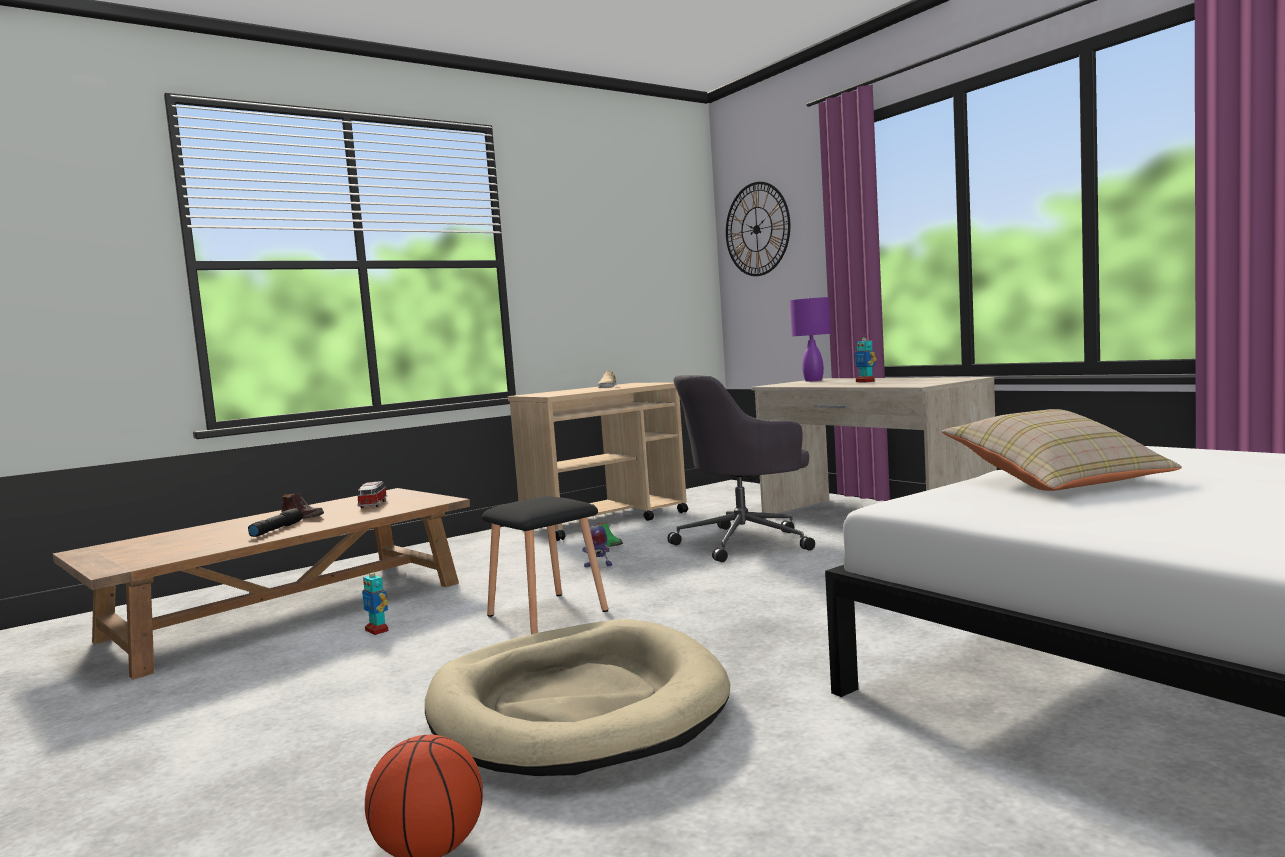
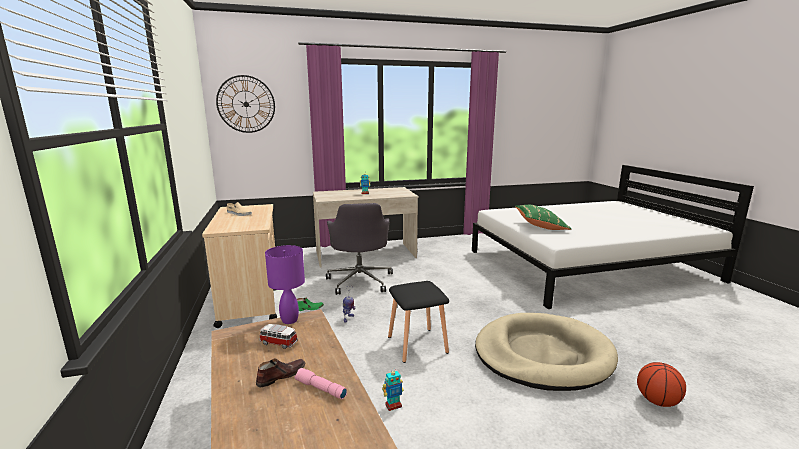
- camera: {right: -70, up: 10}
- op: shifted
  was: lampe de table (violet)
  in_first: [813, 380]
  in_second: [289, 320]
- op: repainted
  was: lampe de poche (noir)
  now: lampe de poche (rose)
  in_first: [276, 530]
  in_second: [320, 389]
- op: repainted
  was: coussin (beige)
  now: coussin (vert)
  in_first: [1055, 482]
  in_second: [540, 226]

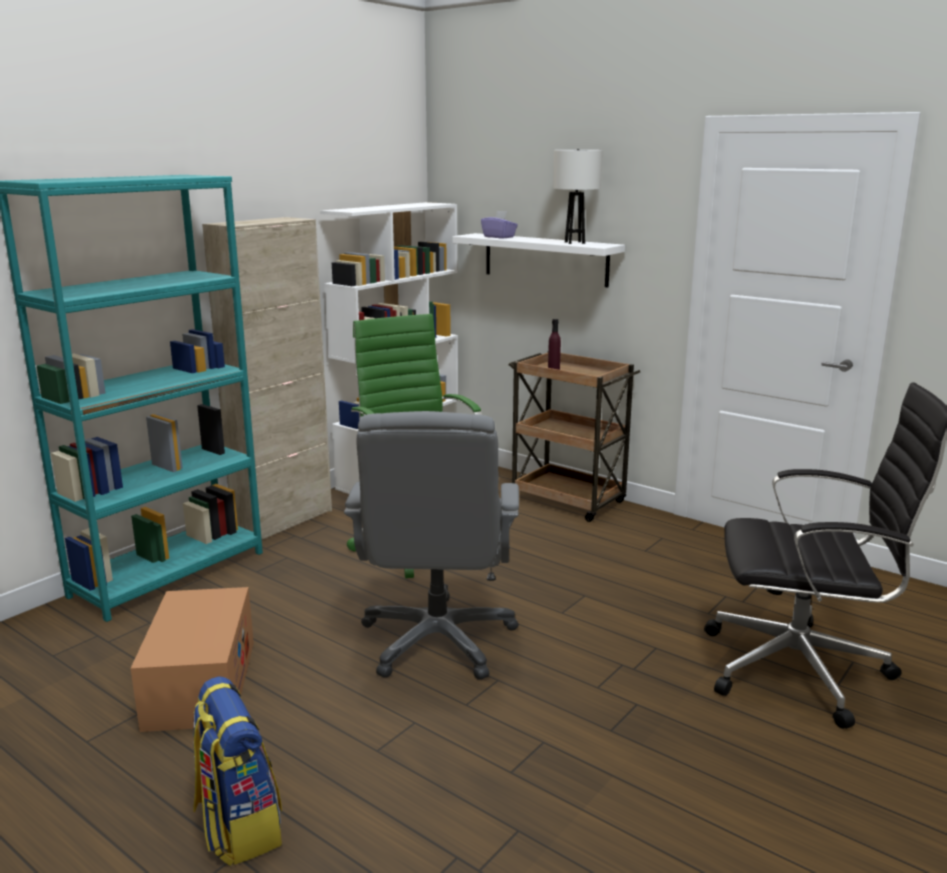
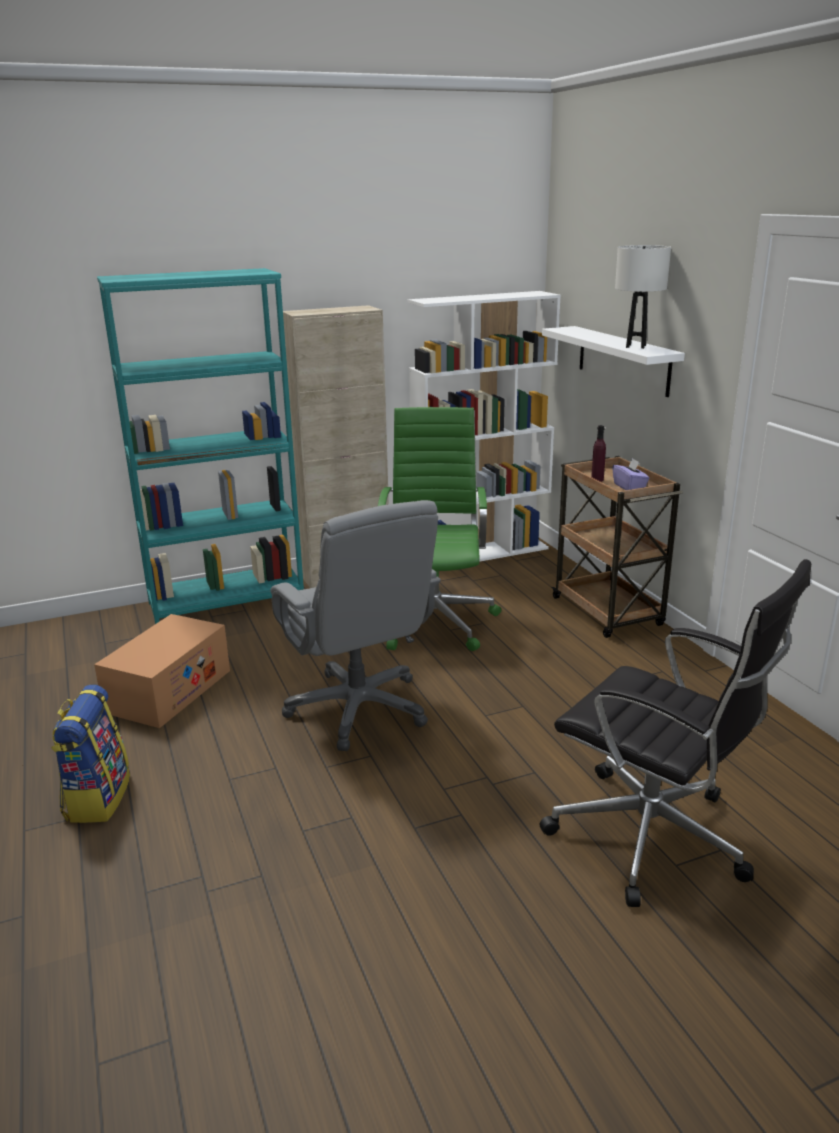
- camera: {right: 30, up: 5}
- op: shifted
  was: boîte à mouchoirs (violet)
  in_first: [499, 237]
  in_second: [629, 487]
- op: rotated
  was: chaise de bureau (gris)
  in_first: [438, 640]
  in_second: [359, 709]
  clockwise: -60

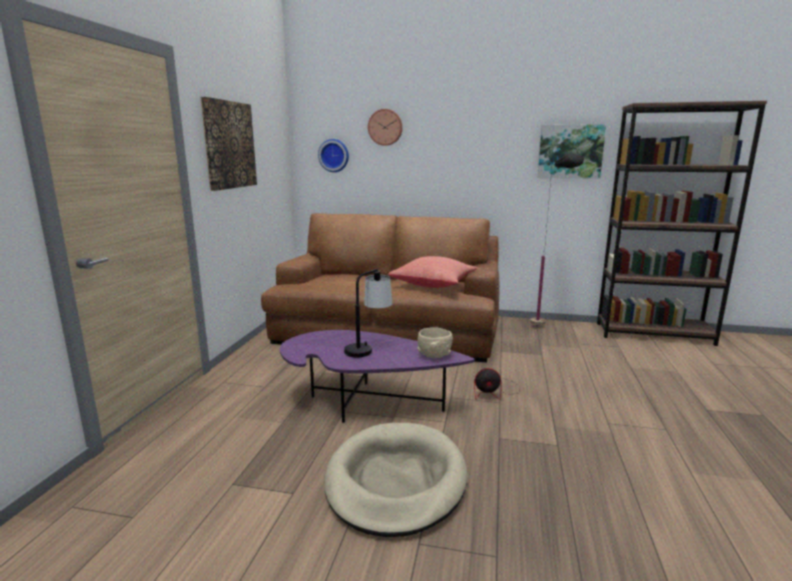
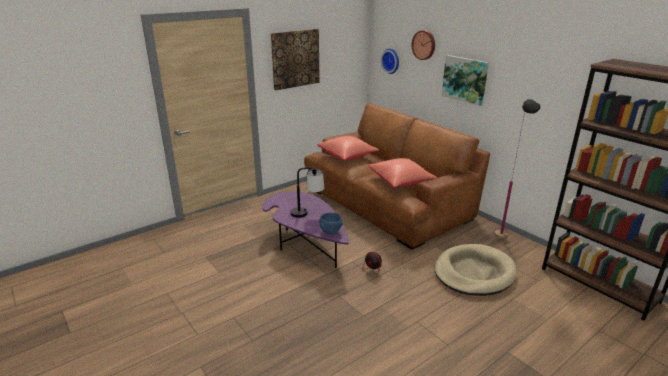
- camera: {right: 40, up: 10}
- op: new
  now: coussin (rouge)
  in_second: [347, 156]
- op: shifted
  was: panier pour chien (beige)
  in_first: [396, 481]
  in_second: [474, 273]
- op: shifted
  was: tableau
  in_first: [570, 151]
  in_second: [465, 79]
- op: repainted
  was: bol (beige)
  now: bol (bleu)
  in_first: [434, 356]
  in_second: [330, 231]

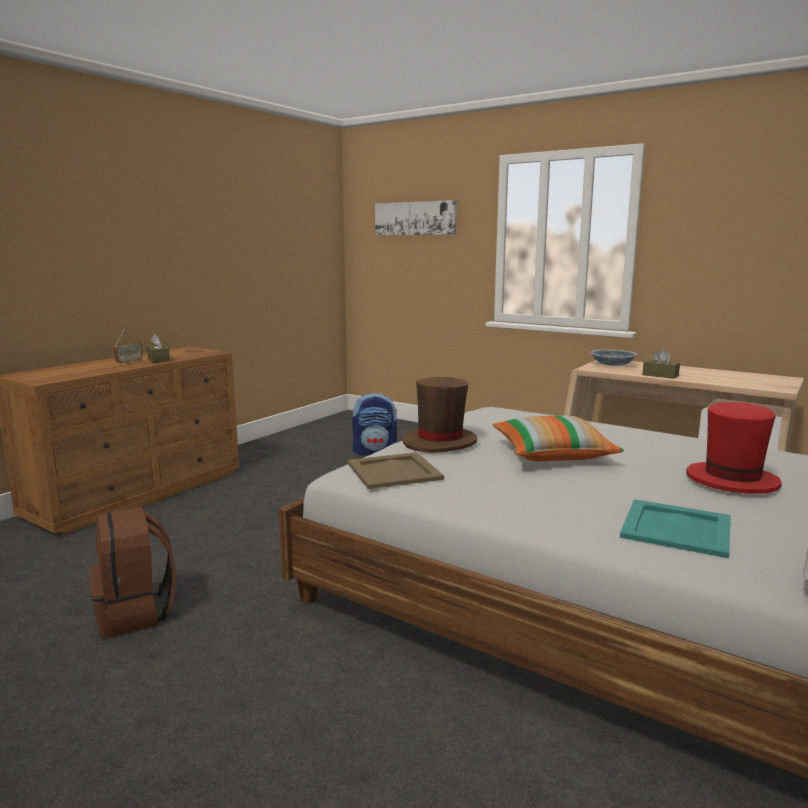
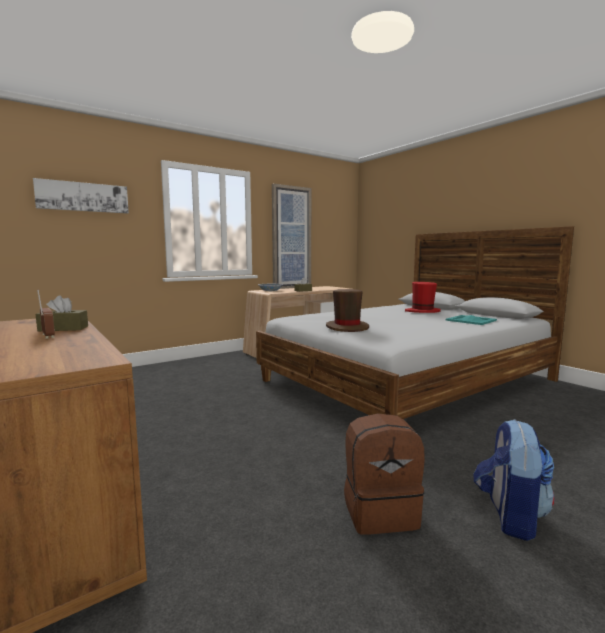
- camera: {right: -70, up: -5}
- op: gone
  was: plateau (beige)
  in_first: [393, 471]
- op: gone
  was: coussin
  in_first: [553, 455]
- op: new
  now: tableau
  in_second: [291, 238]
- op: shifted
  was: sac à dos
  in_first: [375, 451]
  in_second: [510, 516]

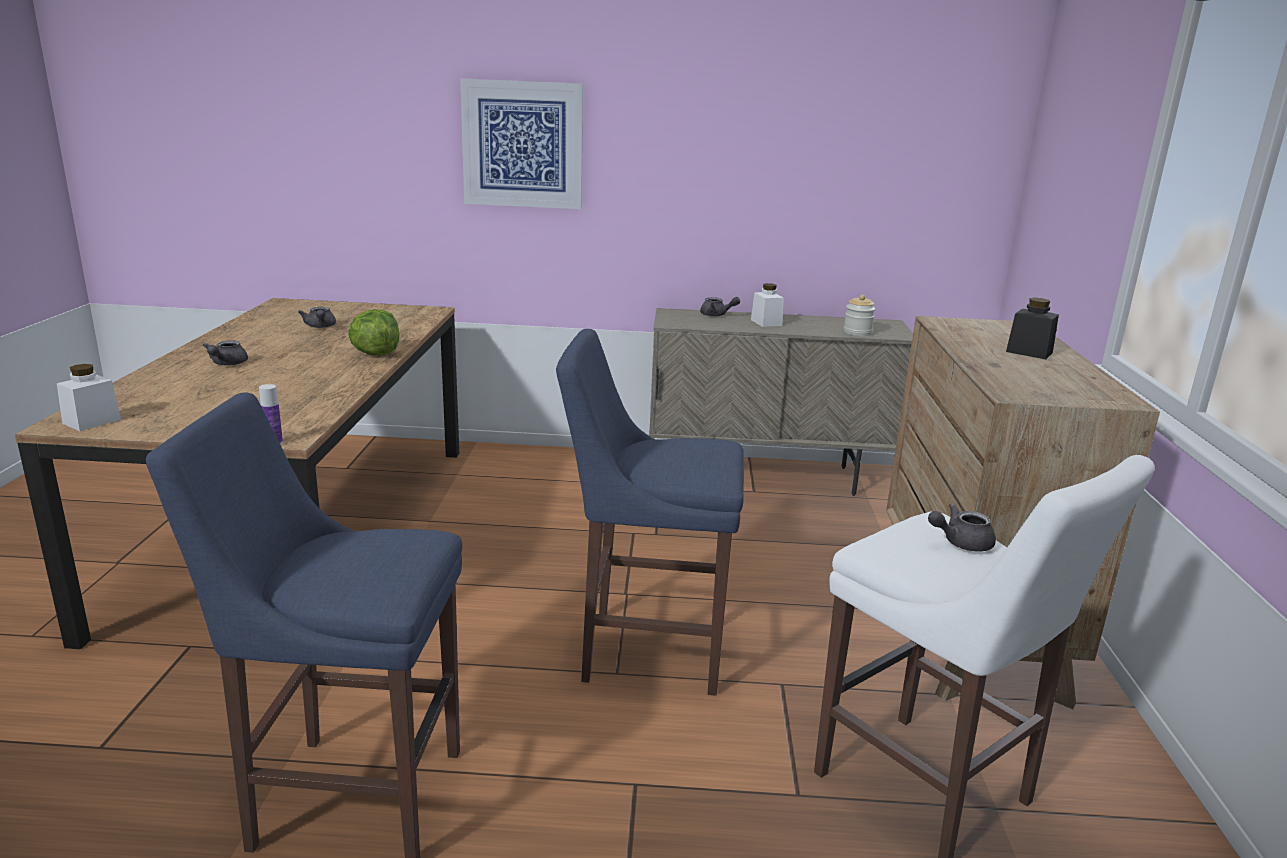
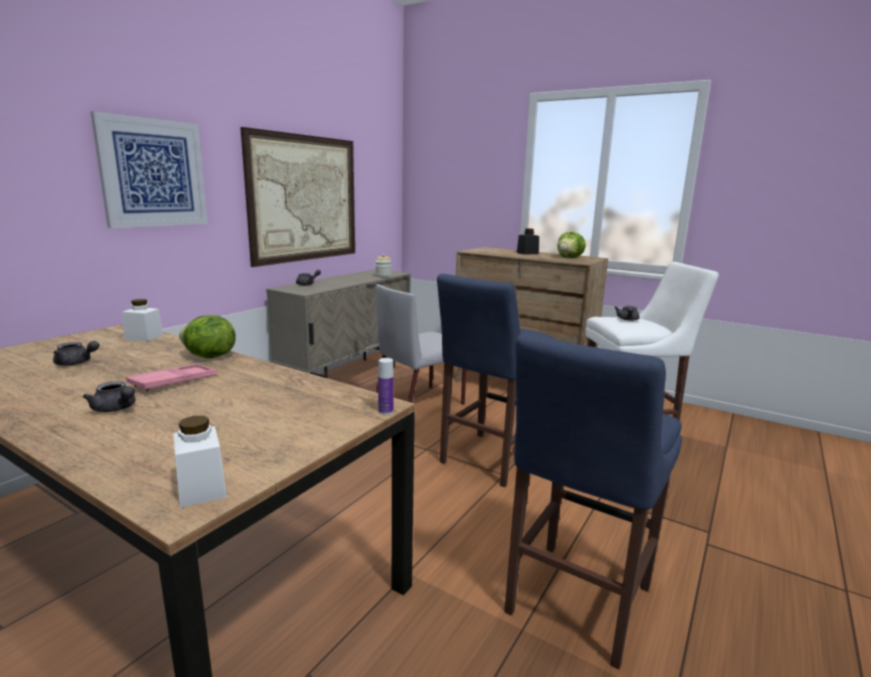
- camera: {right: -60, up: -5}
- op: new
  now: plateau (rose)
  in_second: [174, 382]
- op: new
  now: tableau
  in_second: [304, 199]
- op: new
  now: chaise (gris)
  in_second: [420, 403]
- op: new
  now: laitue
  in_second: [570, 258]
- op: shifted
  was: bocal (blanc)
  in_first: [766, 322]
  in_second: [144, 337]

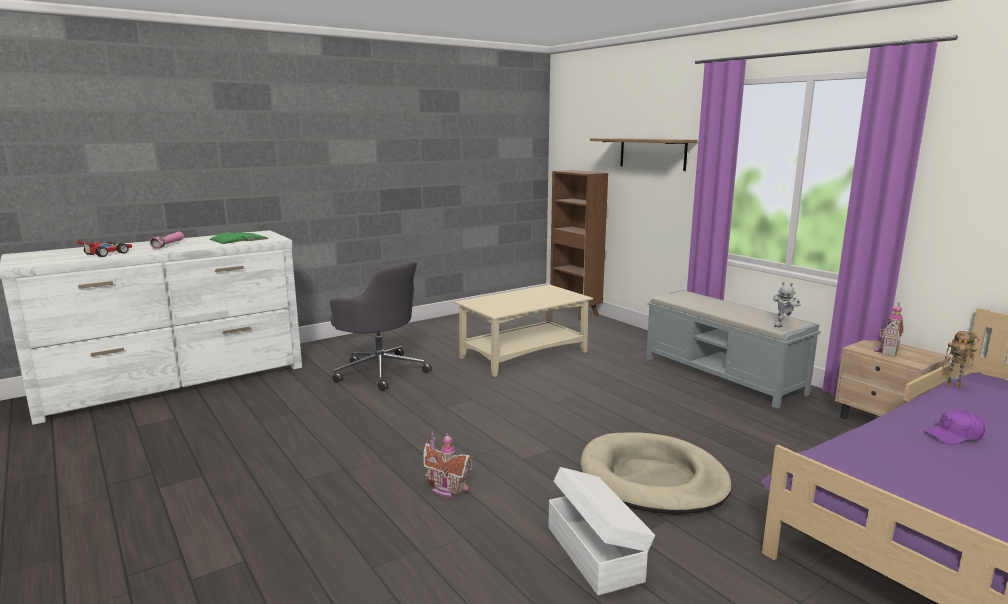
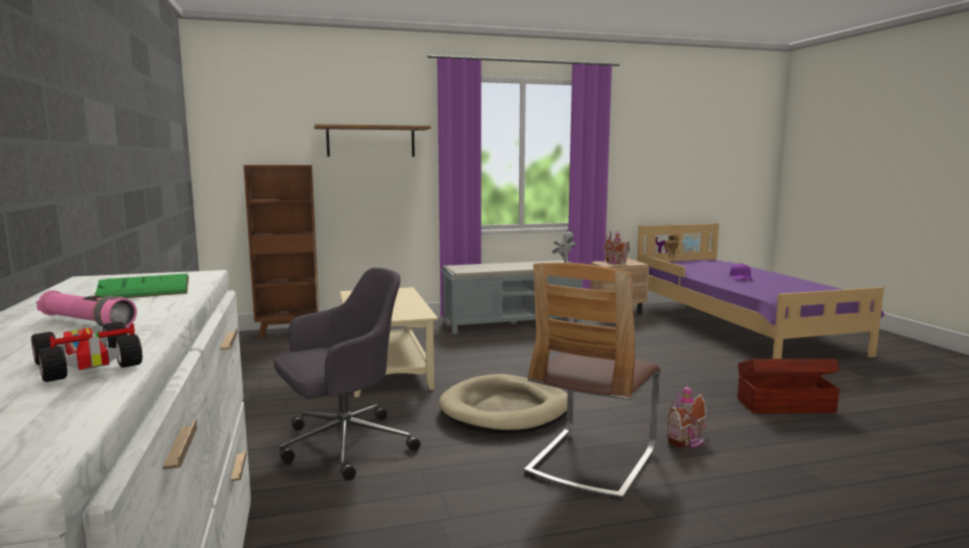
- camera: {right: -70, up: -5}
- op: new
  now: chaise
  in_second: [591, 461]
- op: shifted
  was: panier pour chien (beige)
  in_first: [652, 479]
  in_second: [505, 410]
- op: repainted
  was: boîte de rangement (blanc)
  now: boîte de rangement (marron)
  in_first: [595, 552]
  in_second: [784, 405]

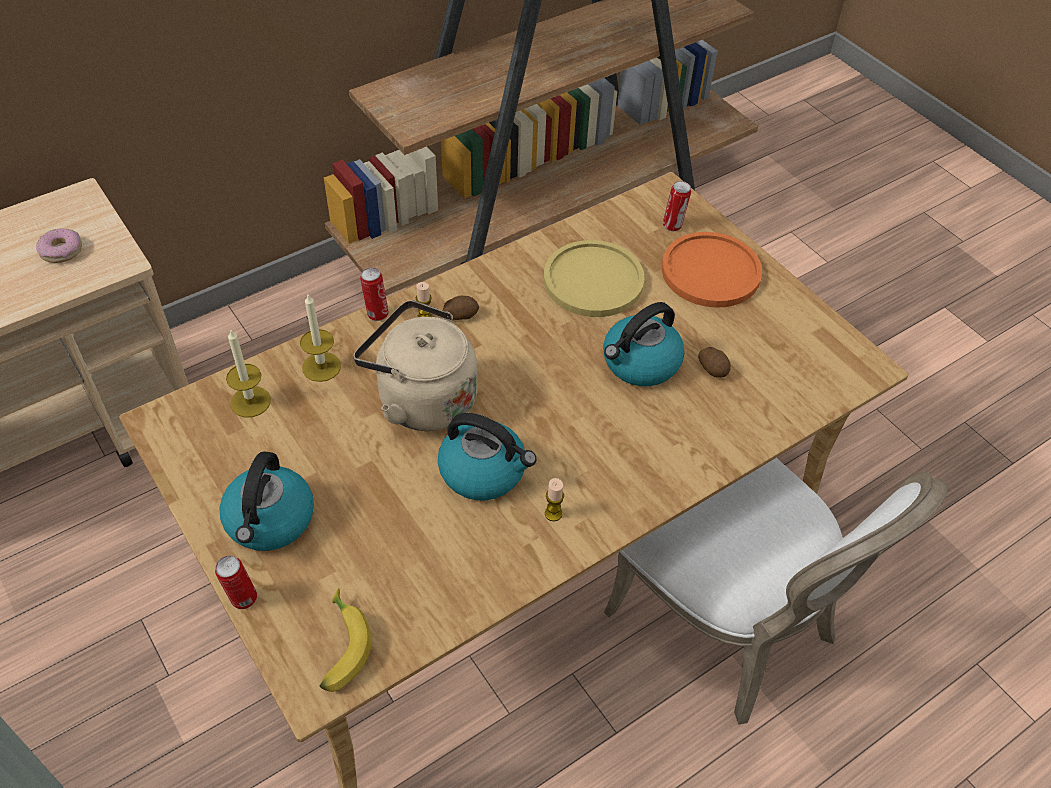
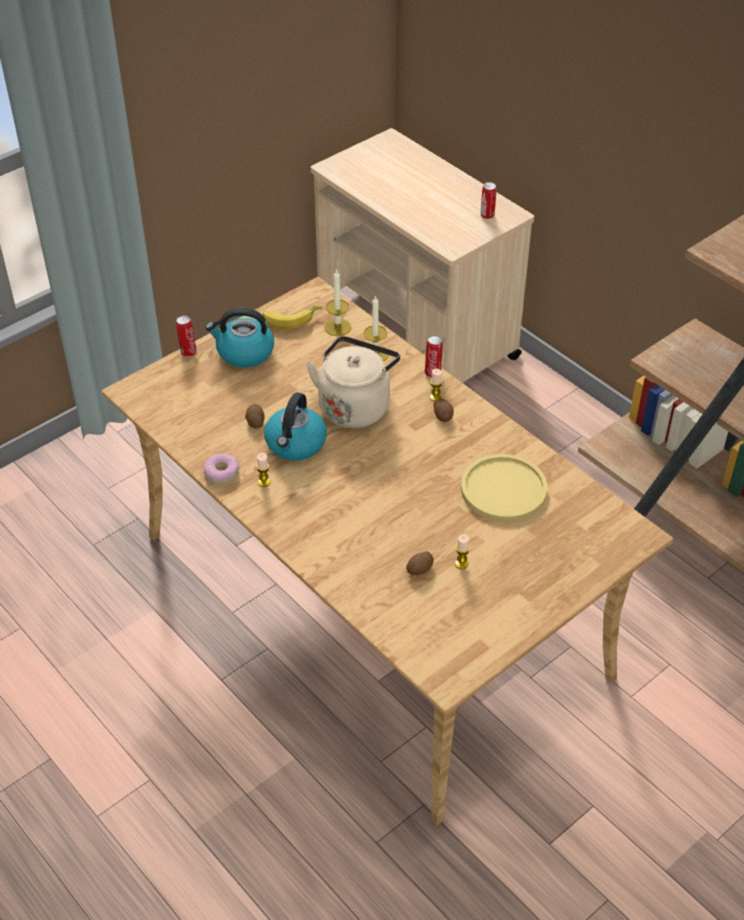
- camera: {right: 85, up: -5}
- op: gone
  was: bouilloire
  in_first: [640, 363]
- op: gone
  was: chaise (blanc)
  in_first: [732, 626]
- op: gone
  was: assiette (orange)
  in_first: [710, 271]
- op: new
  now: pomme de terre
  in_second: [255, 422]
- op: new
  now: bougie
  in_second: [461, 564]
- op: shifted
  was: beignet
  in_first: [61, 251]
  in_second: [221, 473]
- op: shifted
  was: banane
  in_first: [340, 648]
  in_second: [290, 319]
- op: shifted
  was: boîte métallique
  in_first: [673, 226]
  in_second: [487, 215]

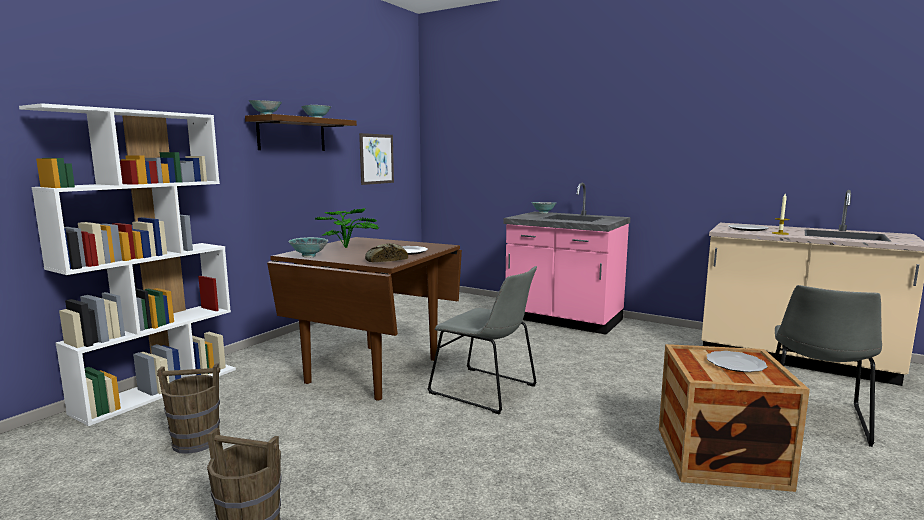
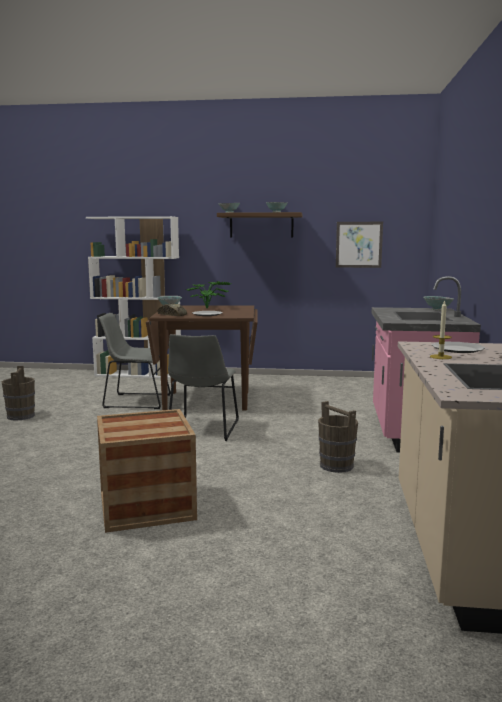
- camera: {right: 65, up: 0}
- op: gone
  was: assiette
  in_first: [736, 364]
- op: shifted
  was: seau (marron)
  in_first: [196, 441]
  in_second: [336, 466]
- op: shifted
  was: chaise (gris)
  in_first: [814, 418]
  in_second: [134, 401]

